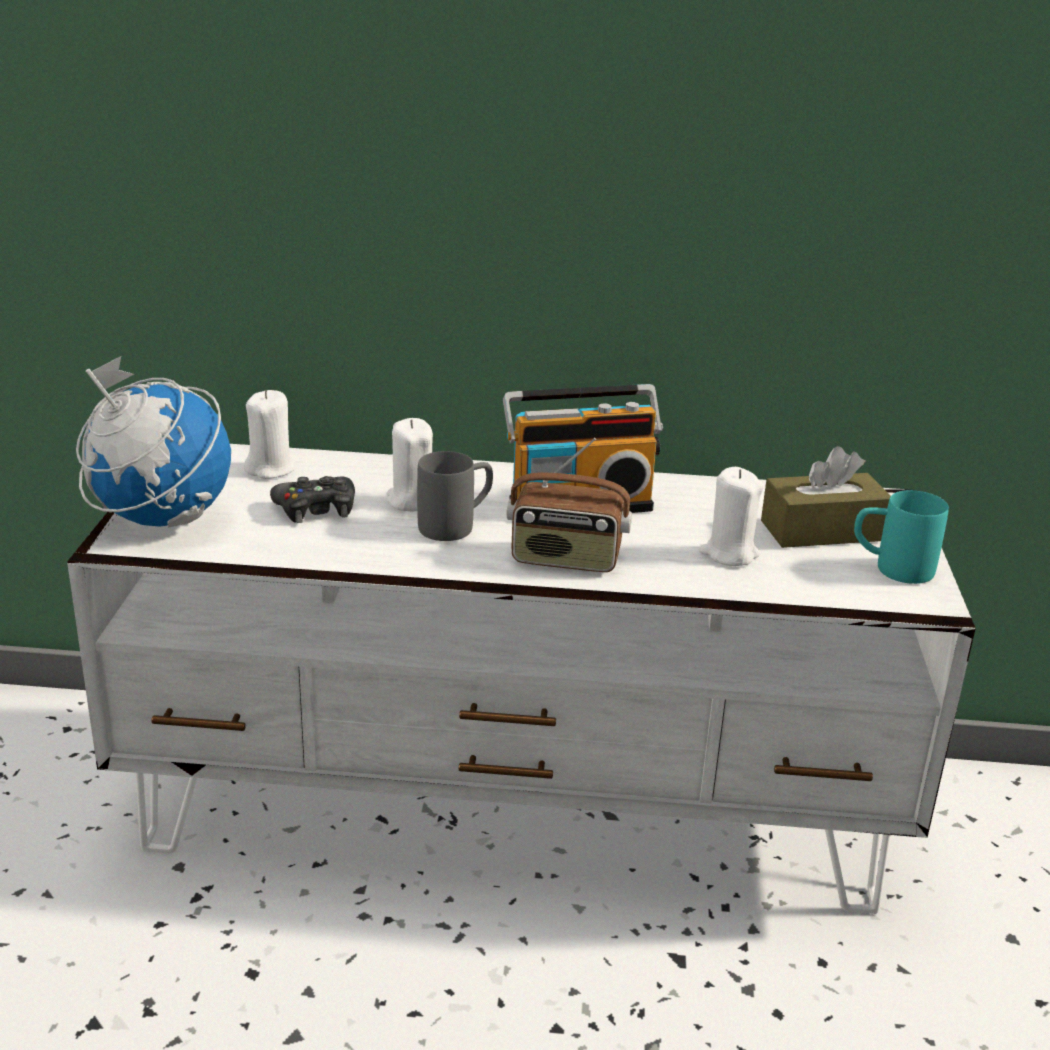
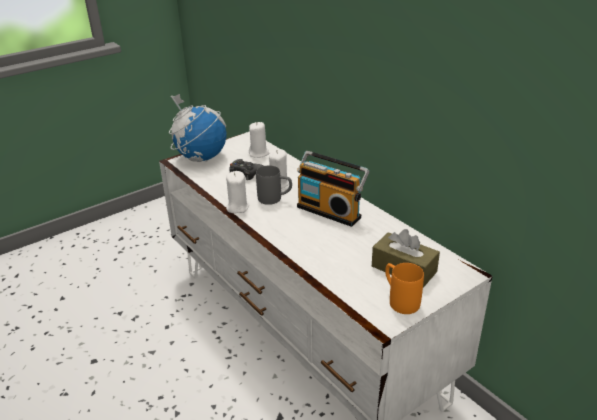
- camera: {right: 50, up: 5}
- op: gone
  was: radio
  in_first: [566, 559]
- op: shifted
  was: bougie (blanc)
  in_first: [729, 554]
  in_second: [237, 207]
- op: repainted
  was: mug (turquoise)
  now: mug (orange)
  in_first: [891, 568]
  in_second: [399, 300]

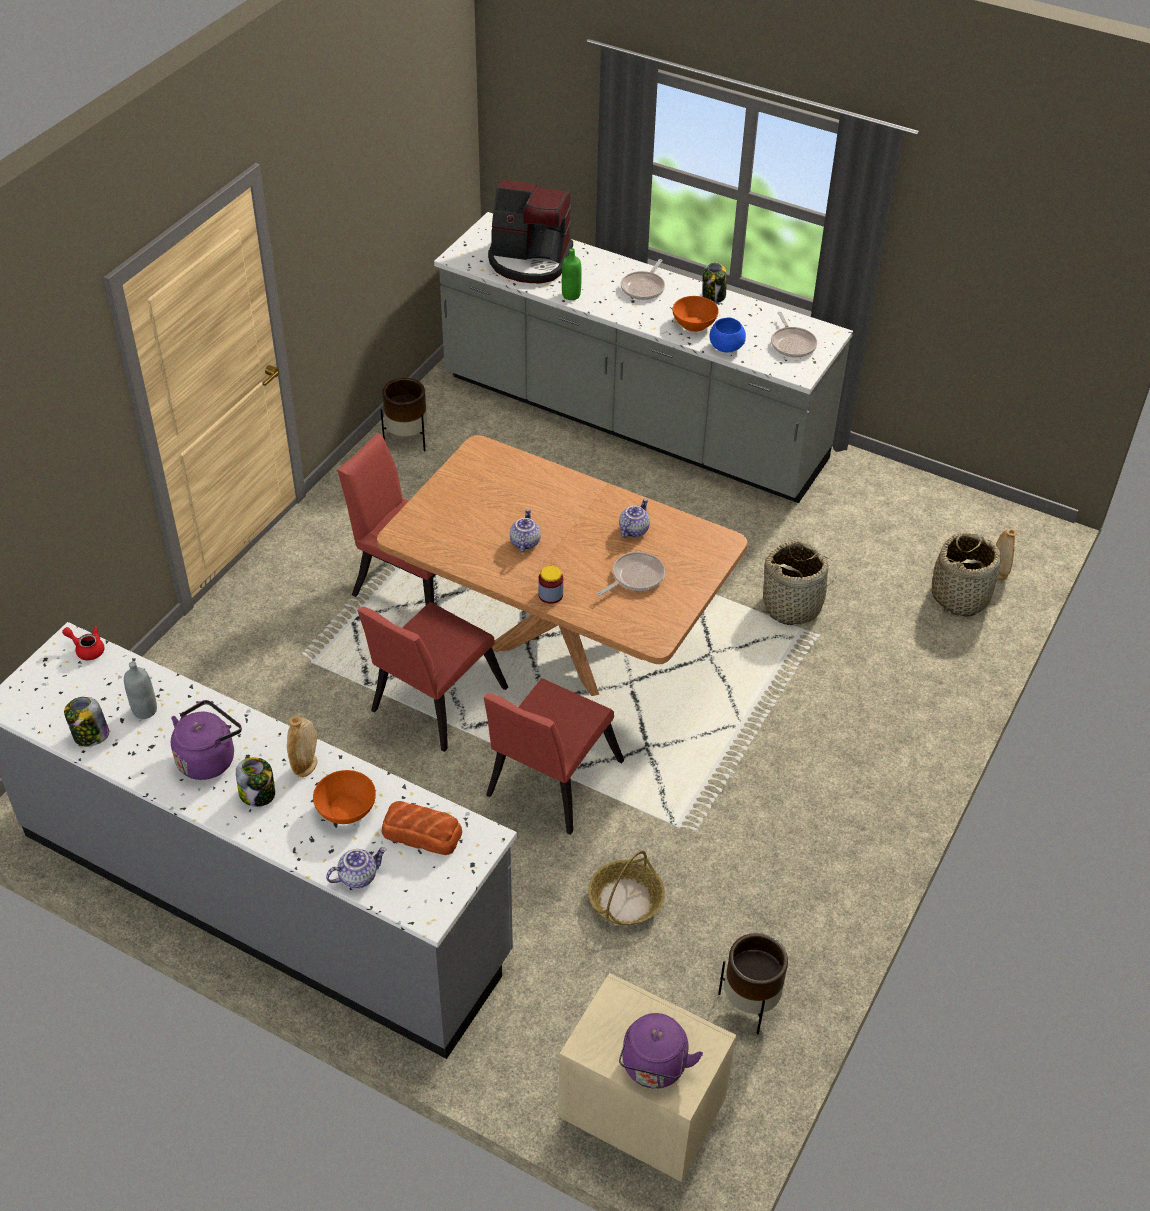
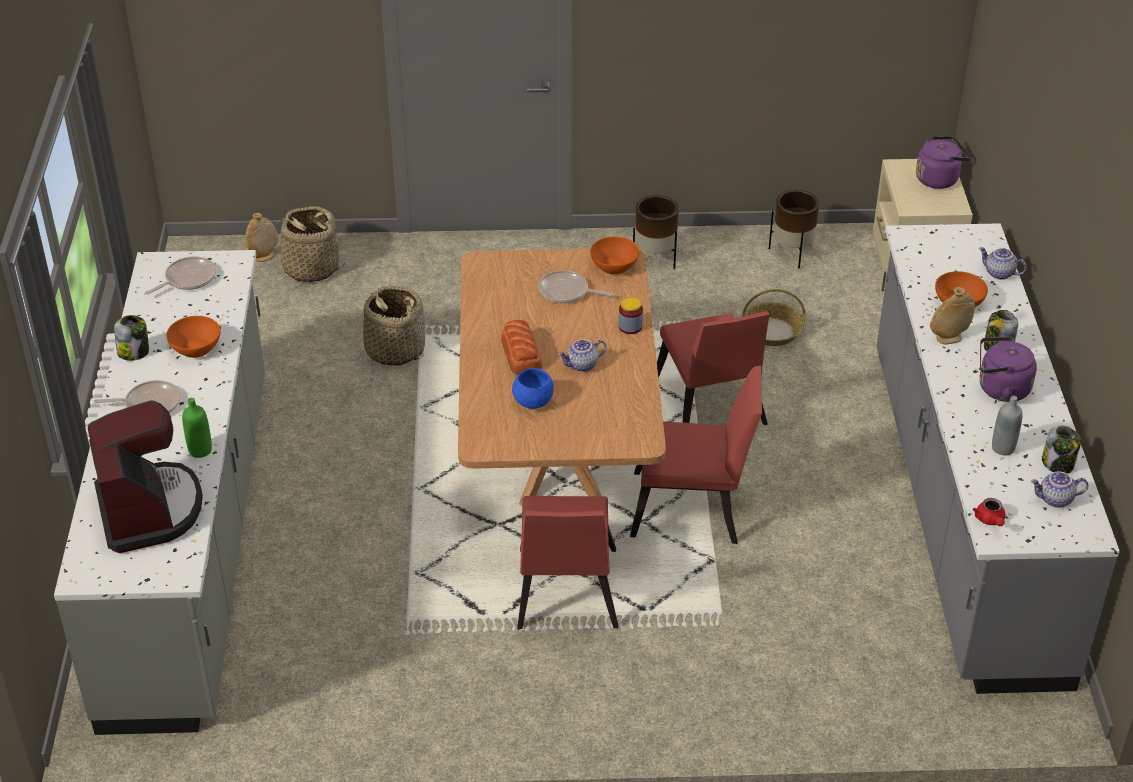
- camera: {right: -120, up: -5}
- op: new
  now: bol (orange)
  in_second: [614, 266]
- op: shifted
  was: cache-pot (marron)
  in_first: [407, 440]
  in_second: [654, 259]
- op: shifted
  was: pain
  in_first: [421, 832]
  in_second: [521, 354]
- op: shifted
  was: théière
  in_first: [633, 530]
  in_second: [1055, 500]
- op: shifted
  was: bol (bleu)
  in_first: [726, 347]
  in_second: [533, 402]
- op: rotated
  was: chaise (rouge)
  in_first: [549, 783]
  in_second: [709, 408]
  clockwise: 75

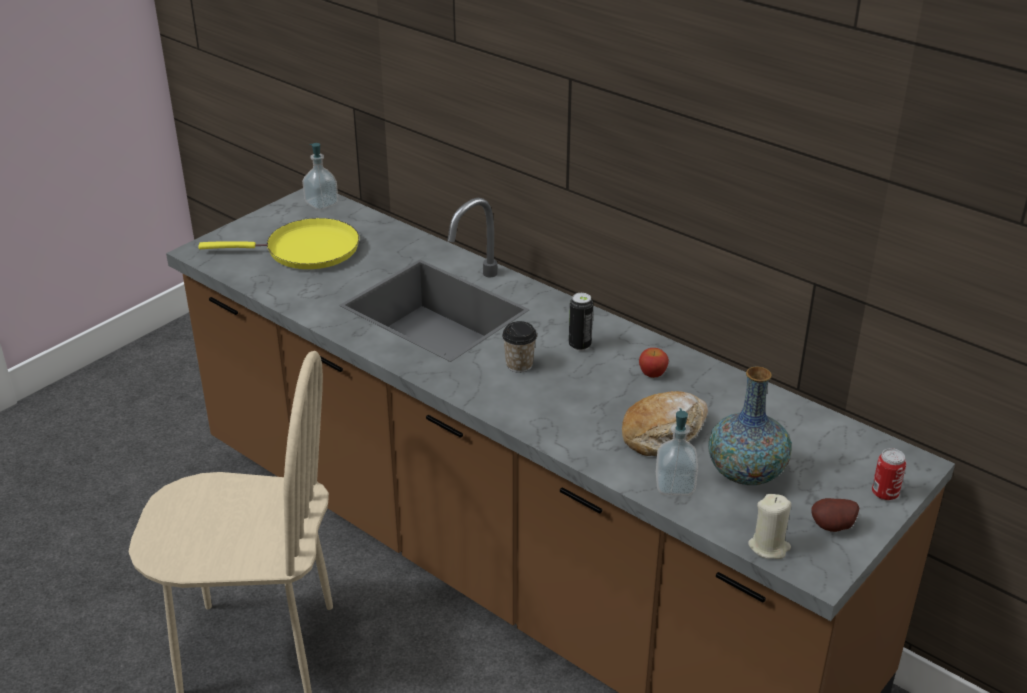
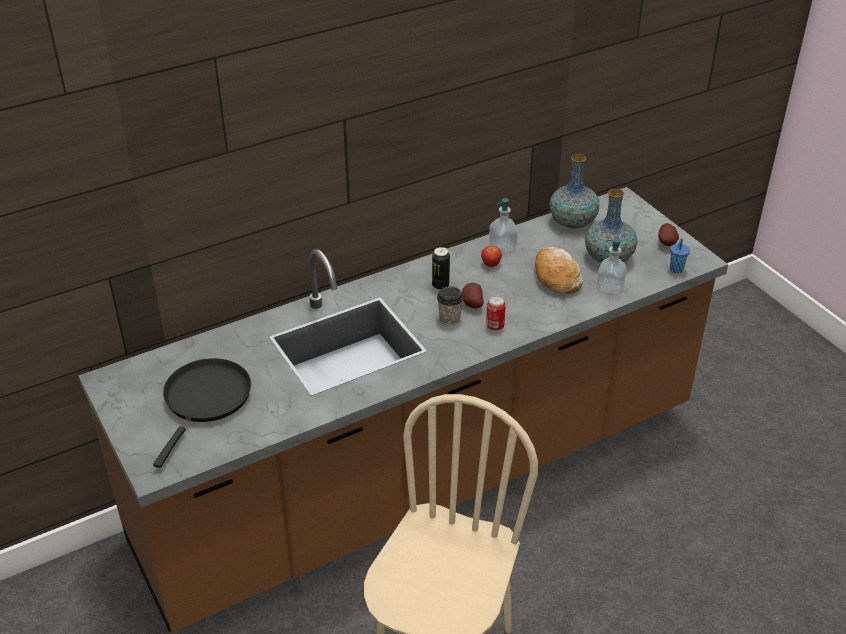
- camera: {right: -70, up: 5}
- op: new
  now: pomme de terre
  in_second: [471, 304]
- op: new
  now: vase
  in_second: [572, 222]
- op: shifted
  was: distributeur de savon
  in_first: [321, 204]
  in_second: [502, 247]
- op: shifted
  was: boîte métallique
  in_first: [884, 494]
  in_second: [495, 326]
- op: swapped
  was: bougie (beige)
  now: tasse (bleu)
  in_first: [769, 547]
  in_second: [675, 270]
- op: repainted
  was: poêle (jaune)
  now: poêle (noir)
  in_first: [306, 250]
  in_second: [205, 400]

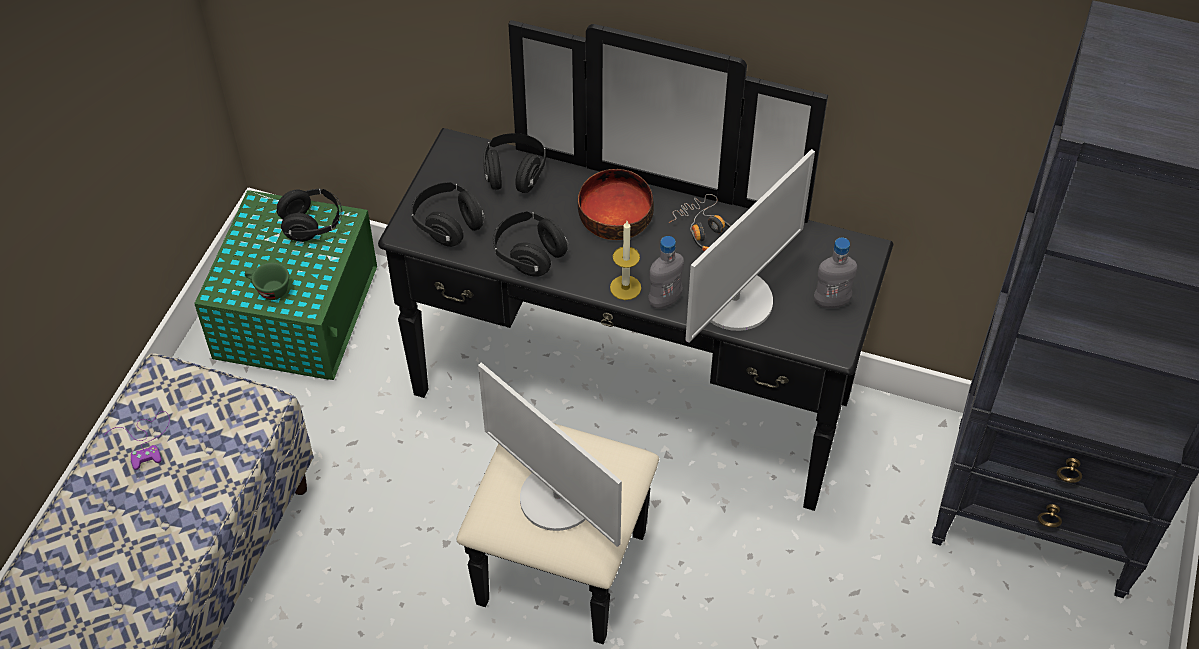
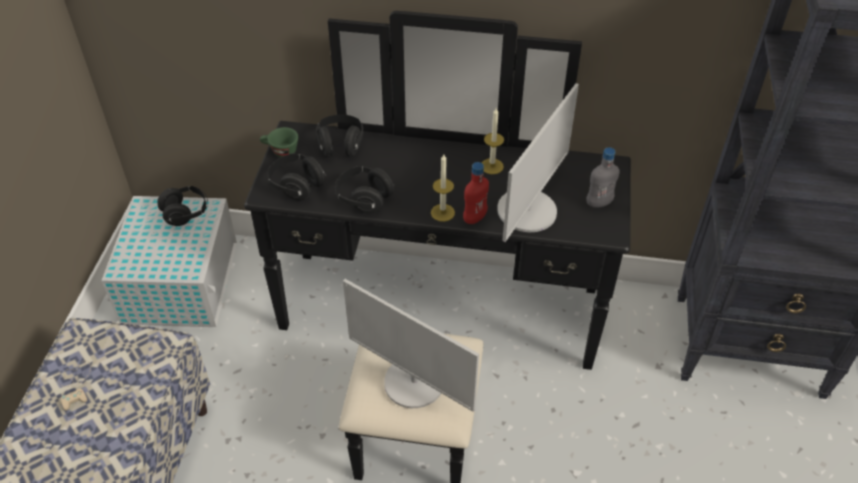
- camera: {right: -10, up: -5}
- op: gone
  was: bol
  in_first: [614, 216]
- op: shifted
  was: tasse (vert)
  in_first: [268, 290]
  in_second: [280, 151]
- op: swapped
  was: casque audio
  now: bougie
  in_first: [704, 230]
  in_second: [492, 166]
- op: repainted
  was: manette (violet)
  now: manette (beige)
  in_first: [146, 439]
  in_second: [72, 385]
- op: repainted
  was: boîte de rangement (vert)
  now: boîte de rangement (blanc)
  in_first: [298, 310]
  in_second: [181, 281]
- op: repainted
  was: bouteille (gris)
  now: bouteille (rouge)
  in_first: [664, 300]
  in_second: [474, 218]

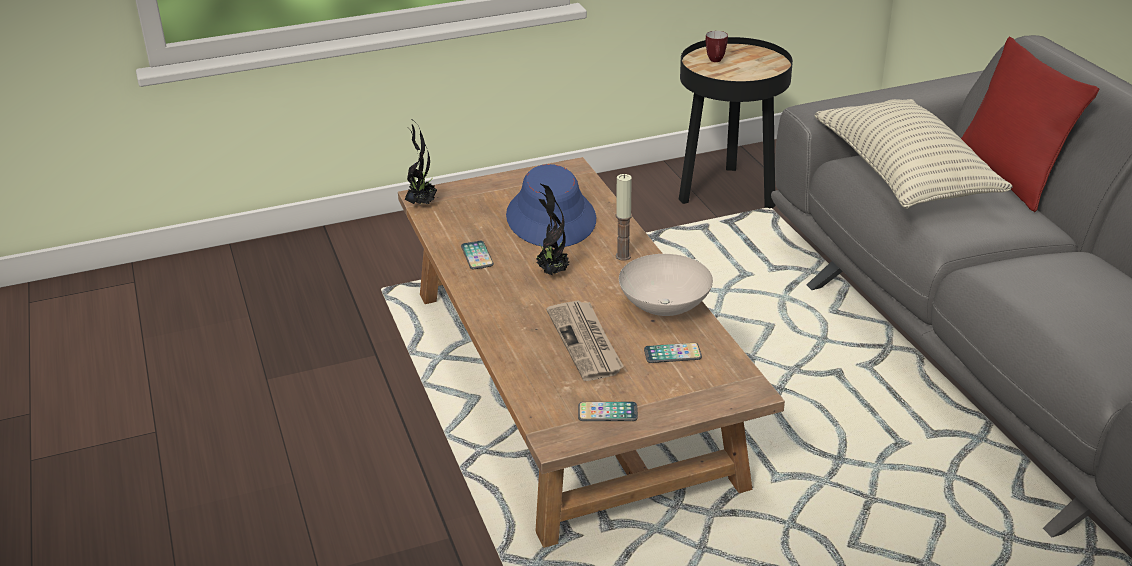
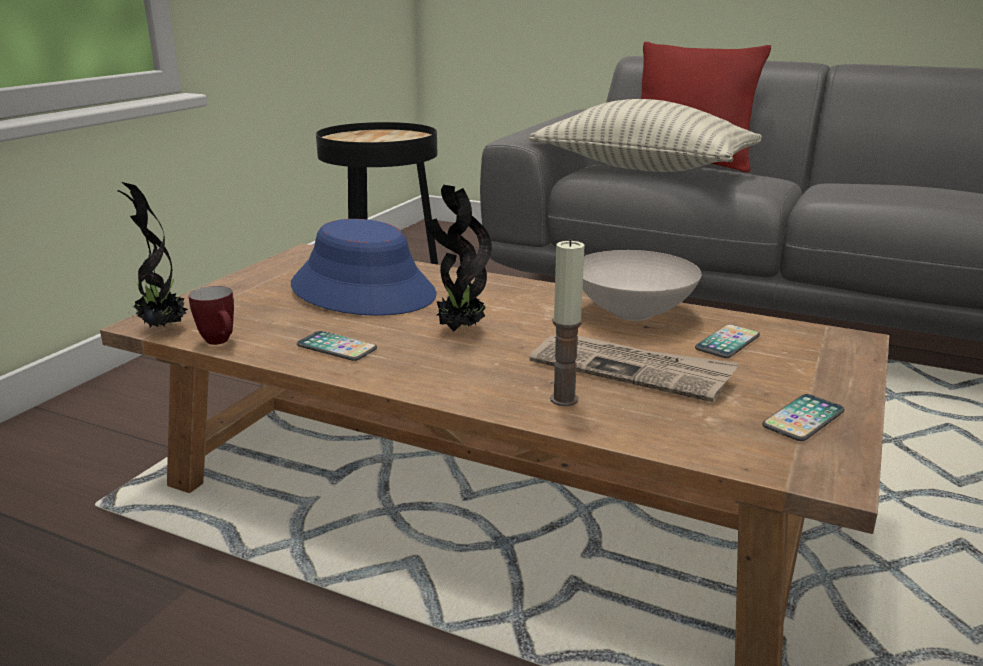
- camera: {right: -45, up: -10}
- op: shifted
  was: bougie
  in_first: [623, 256]
  in_second: [564, 399]
- op: shifted
  was: mug
  in_first: [716, 61]
  in_second: [221, 342]

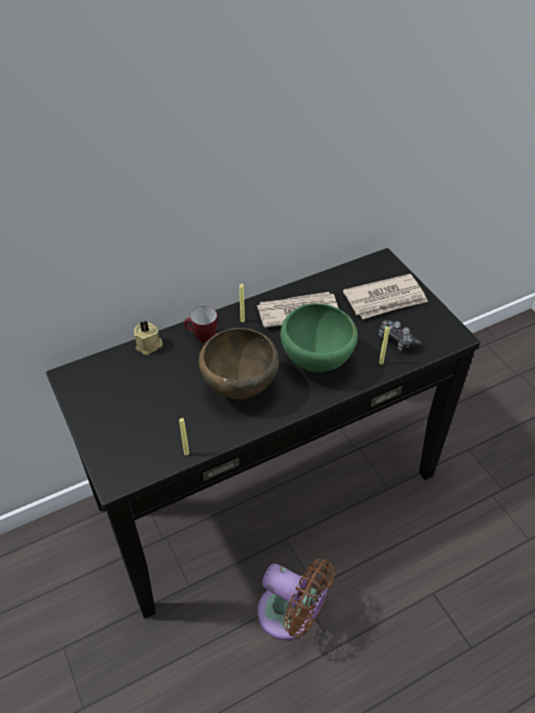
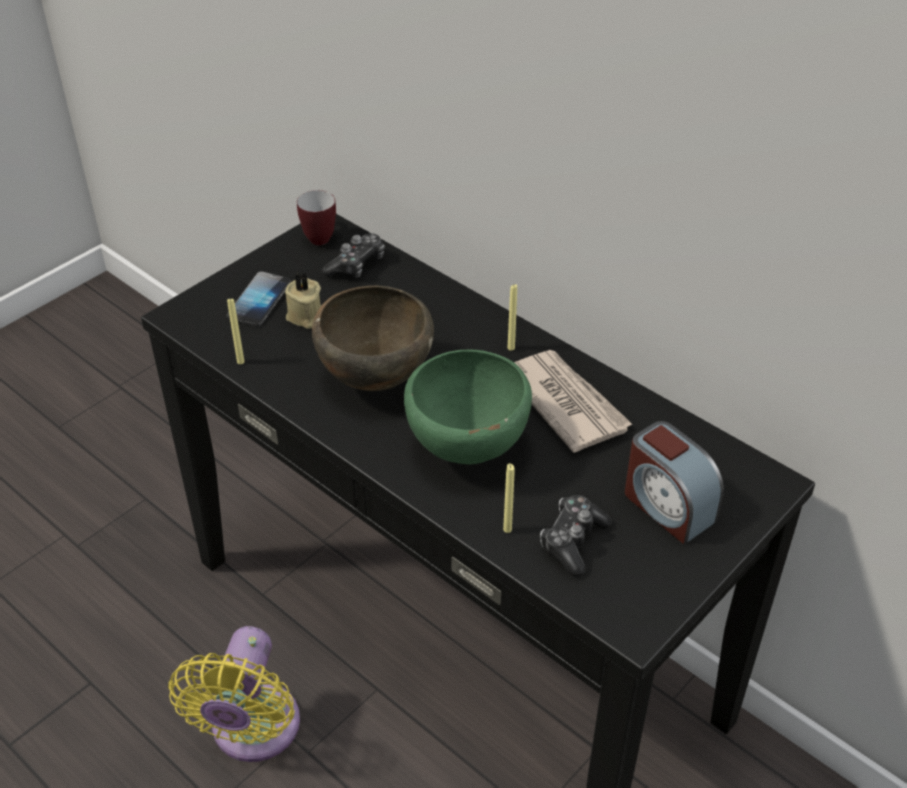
- camera: {right: 70, up: -5}
- op: new
  now: téléphone
  in_second: [259, 301]
- op: new
  now: manette
  in_second: [356, 265]
- op: shifted
  was: bougie (beige)
  in_first: [149, 345]
  in_second: [305, 317]
- op: shifted
  was: mug
  in_first: [201, 338]
  in_second: [318, 236]
- op: swapped
  was: journal
  now: réveil
  in_first: [386, 299]
  in_second: [667, 506]
- op: repainted
  was: ventilateur (marron)
  now: ventilateur (jaune)
  in_first: [291, 615]
  in_second: [252, 732]

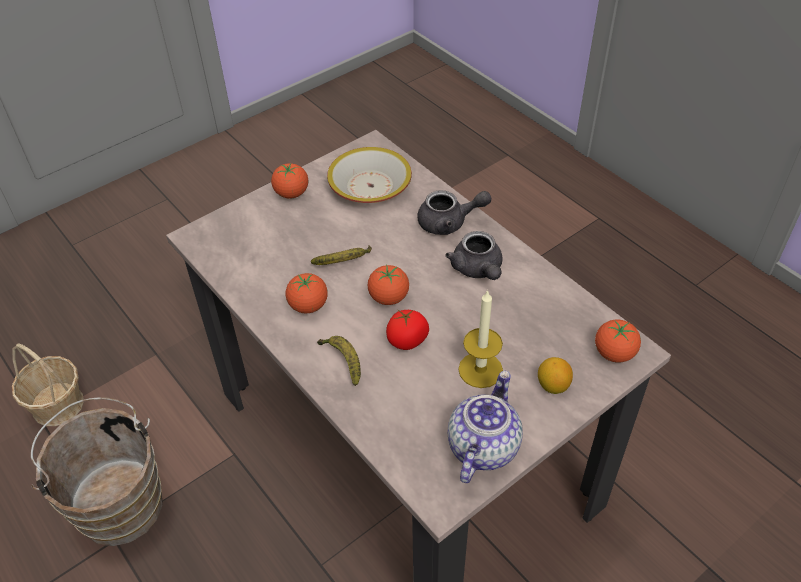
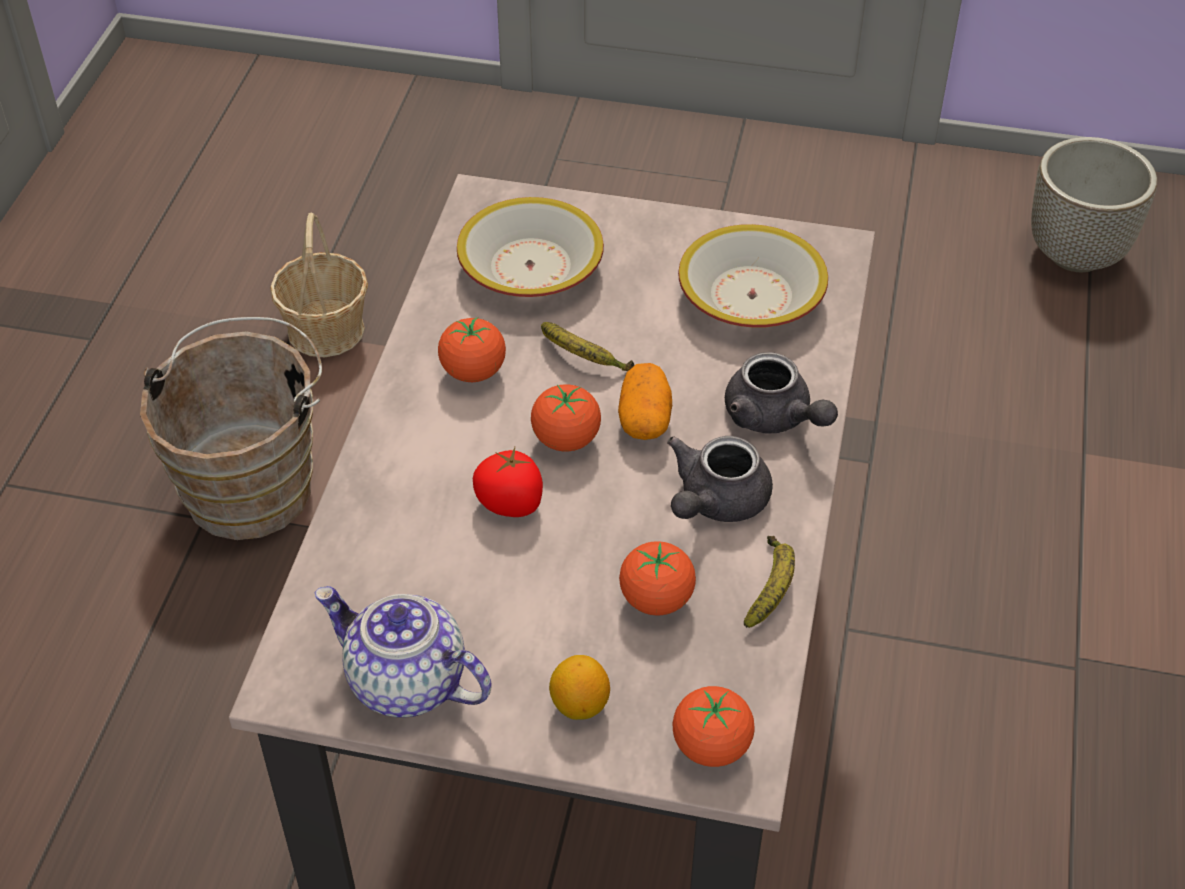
- camera: {right: 50, up: 0}
- op: gone
  was: bougie
  in_first: [480, 370]
- op: new
  now: bol
  in_second: [530, 267]
- op: new
  now: pomme de terre
  in_second: [645, 418]
- op: new
  now: cache-pot
  in_second: [1077, 254]
- op: shifted
  was: tomate
  in_first: [291, 193]
  in_second: [656, 599]
- op: shifted
  was: banane
  in_first: [343, 361]
  in_second: [771, 588]
- op: rotated
  was: théière
  in_first: [482, 446]
  in_second: [405, 682]
  clockwise: -135

